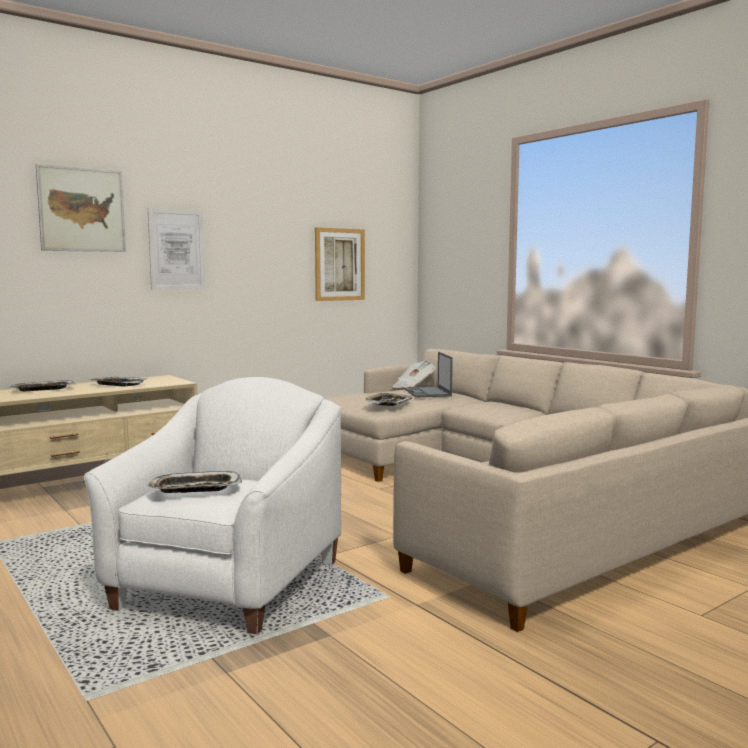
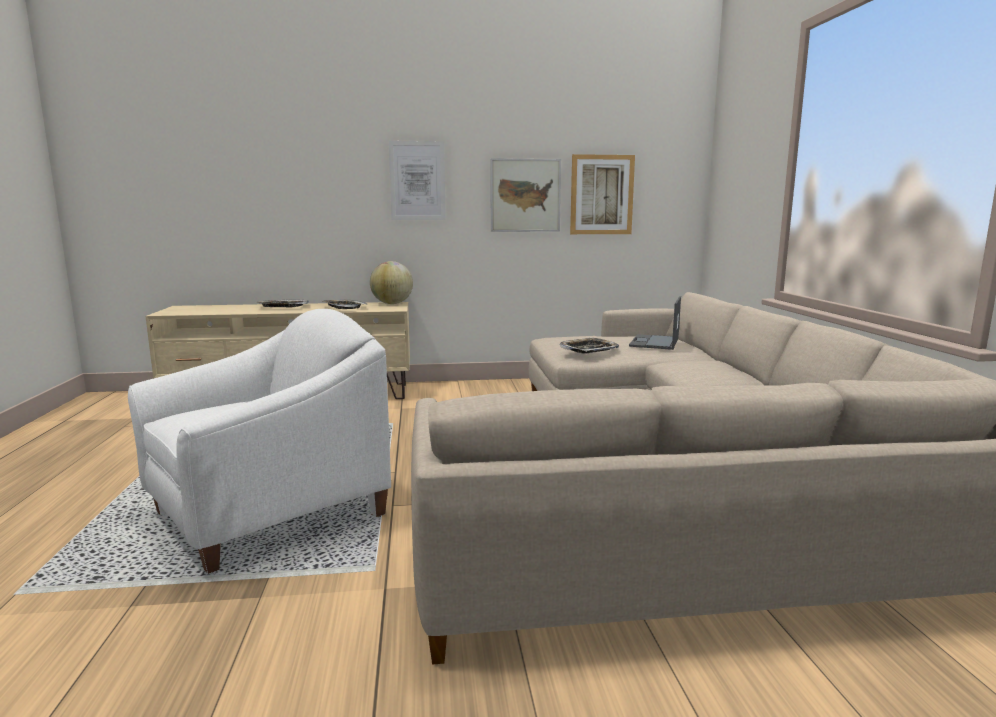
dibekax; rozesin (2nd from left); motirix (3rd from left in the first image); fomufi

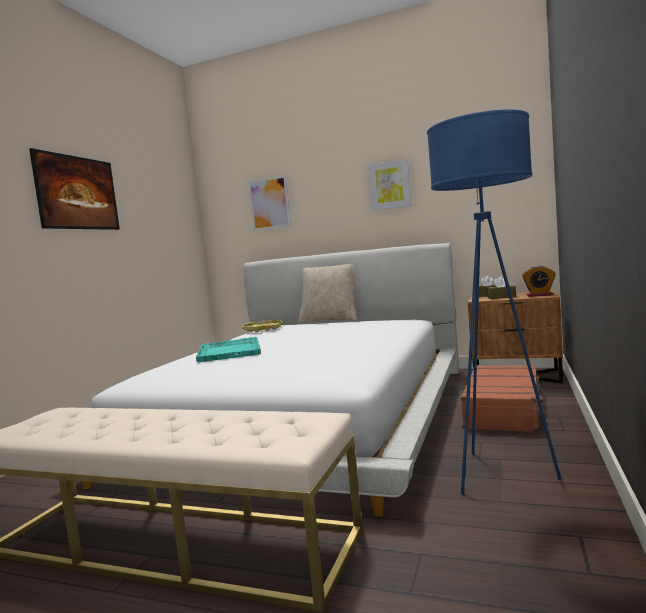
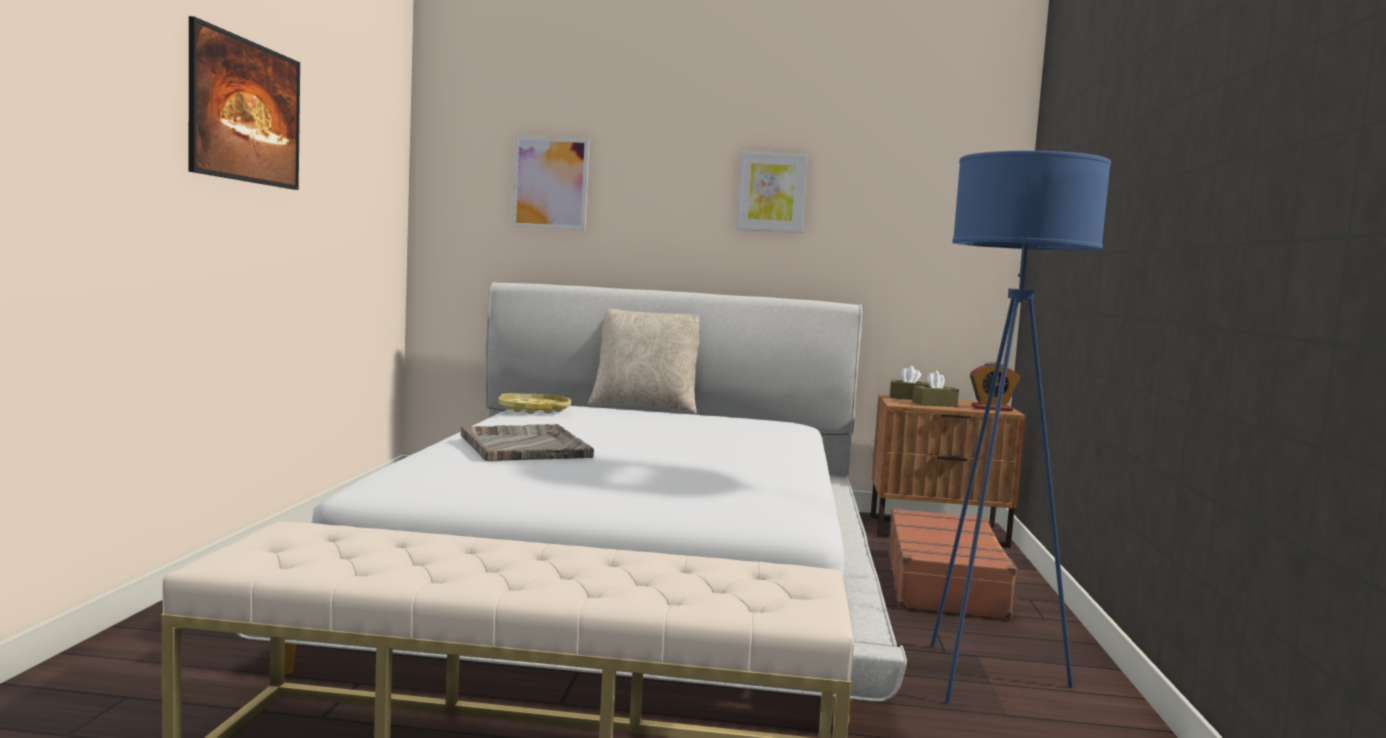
grey motirix

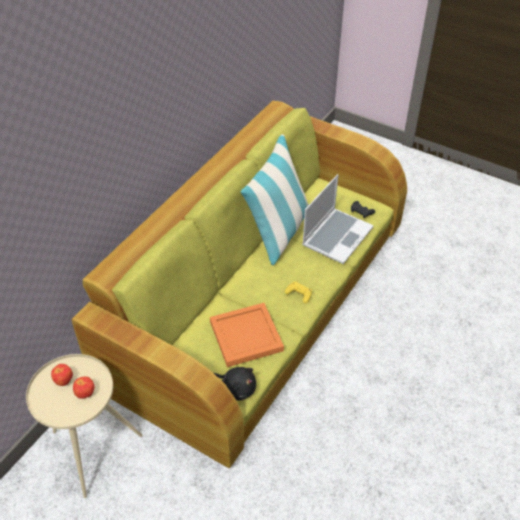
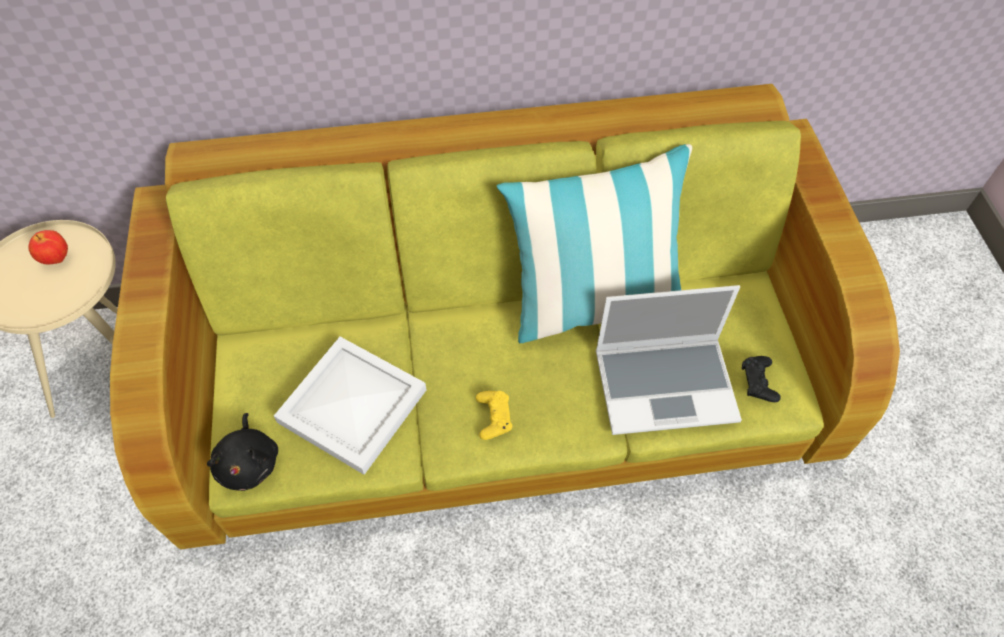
white motirix; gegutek (2nd from left in the first image)

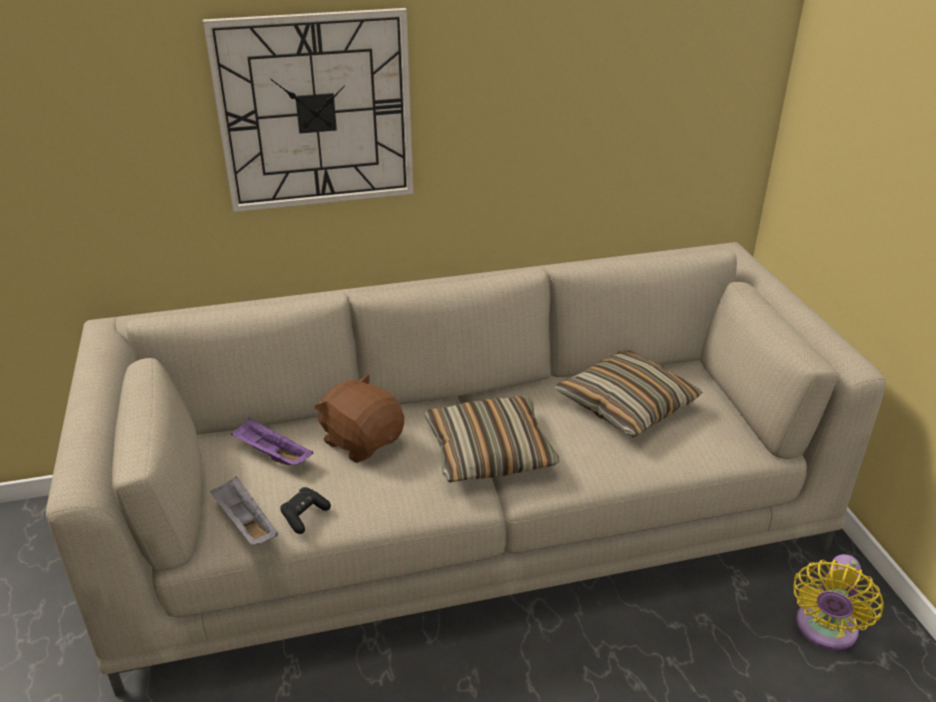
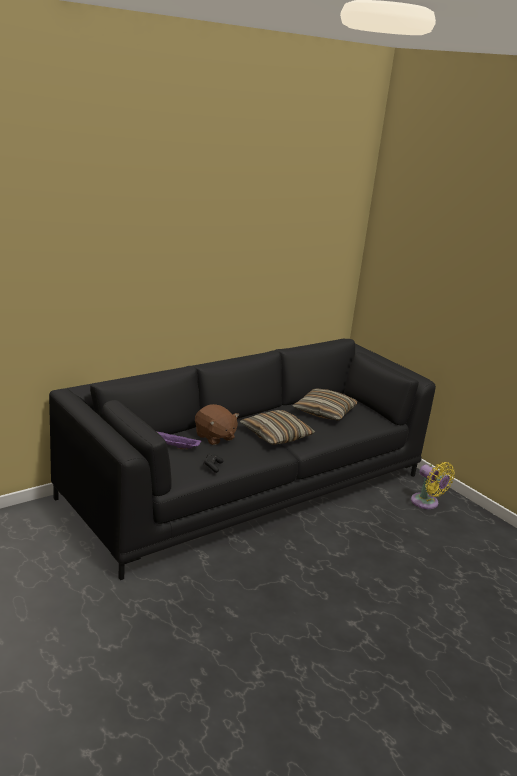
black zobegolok; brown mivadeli; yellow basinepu; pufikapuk; grey motirix

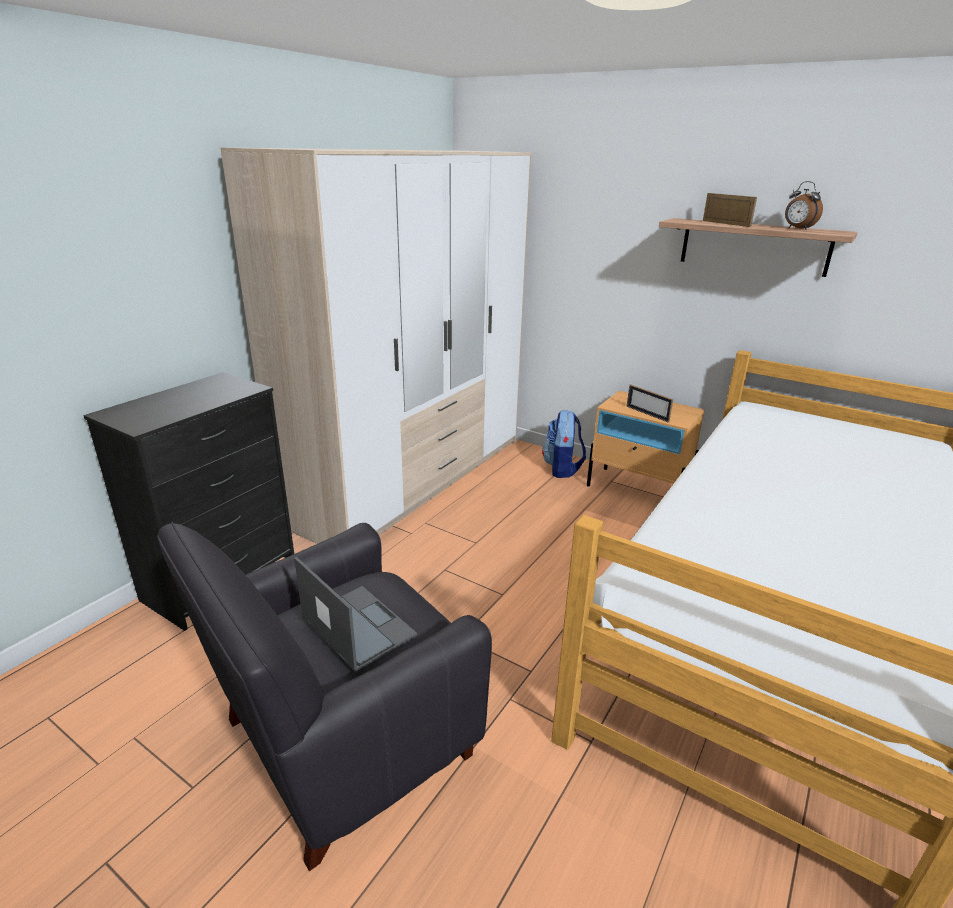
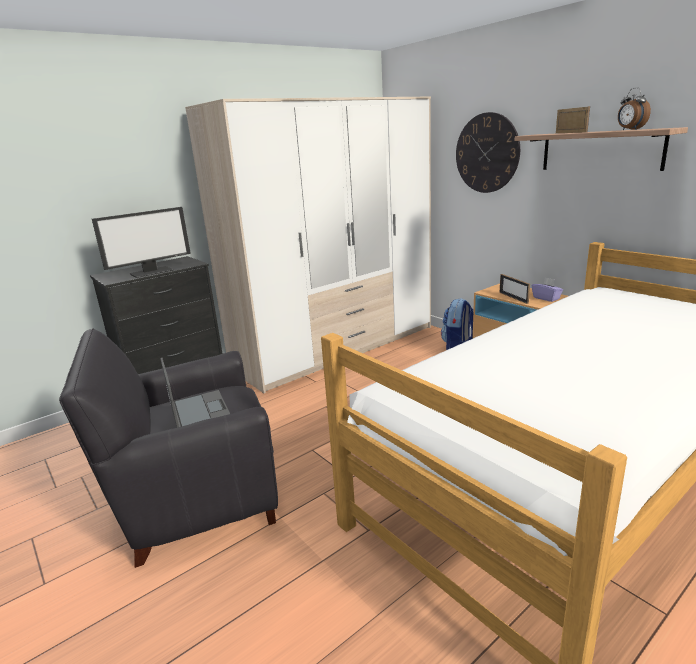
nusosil; pufikapuk; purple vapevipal

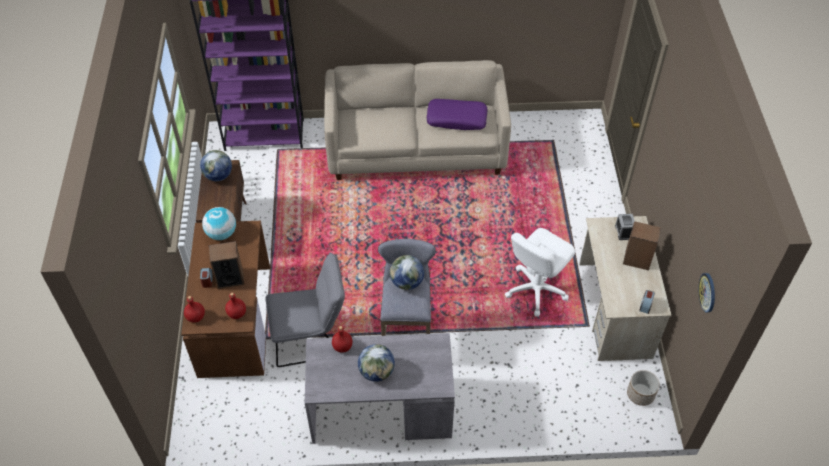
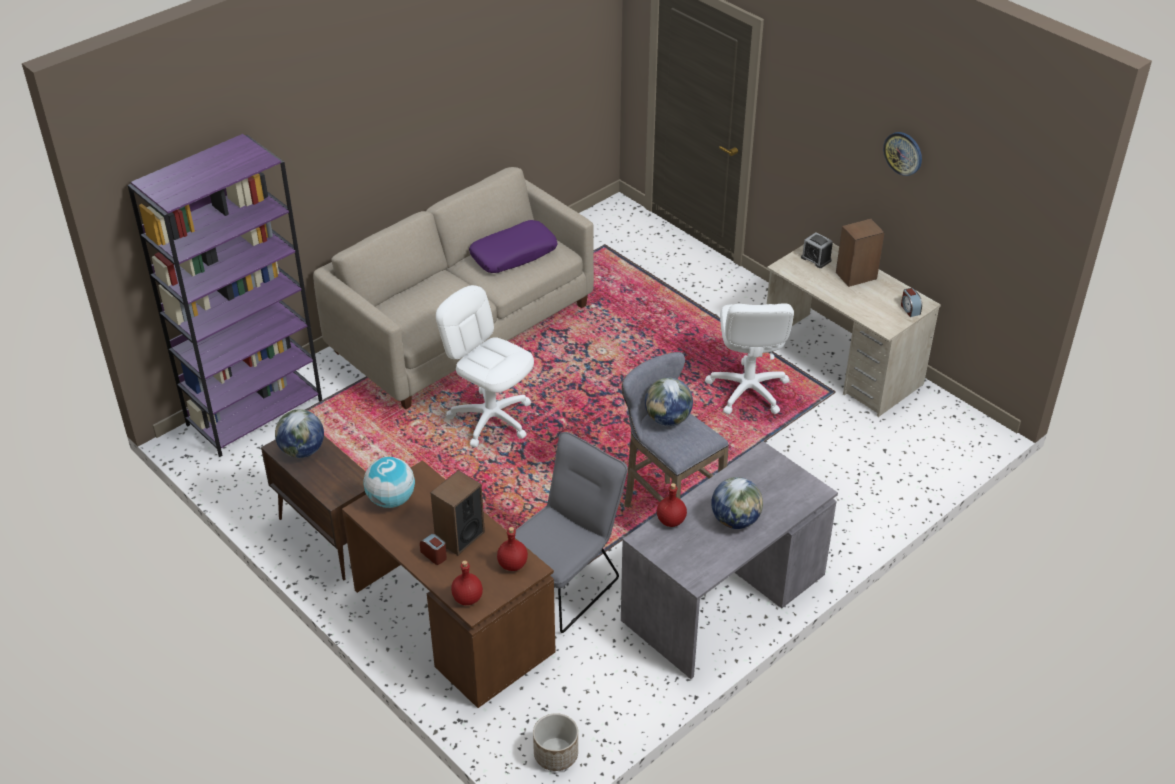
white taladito (1st from left); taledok; pufikapuk

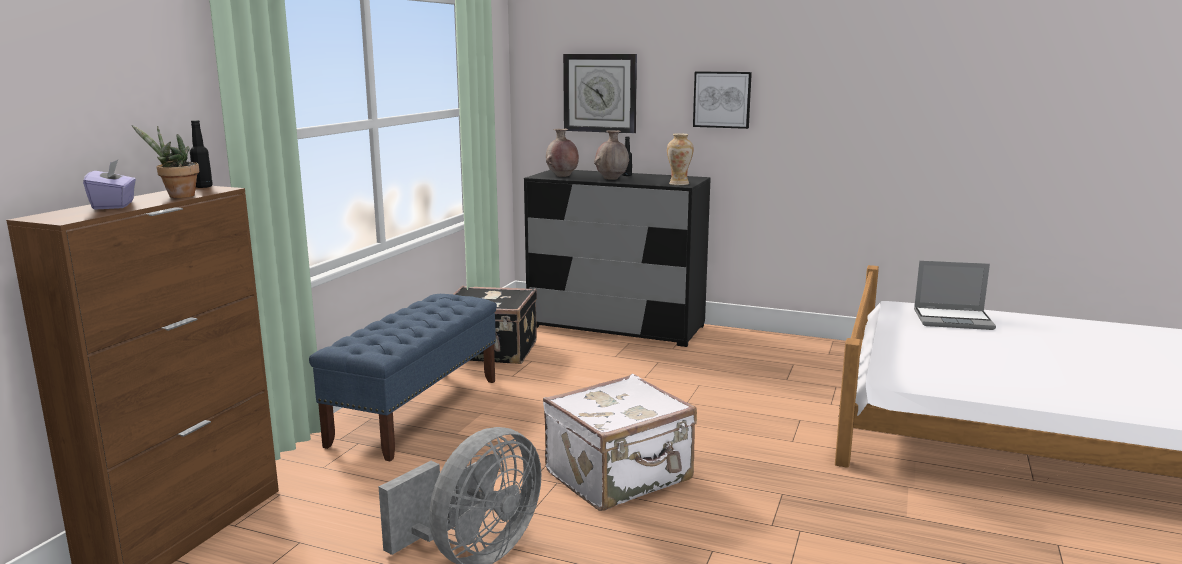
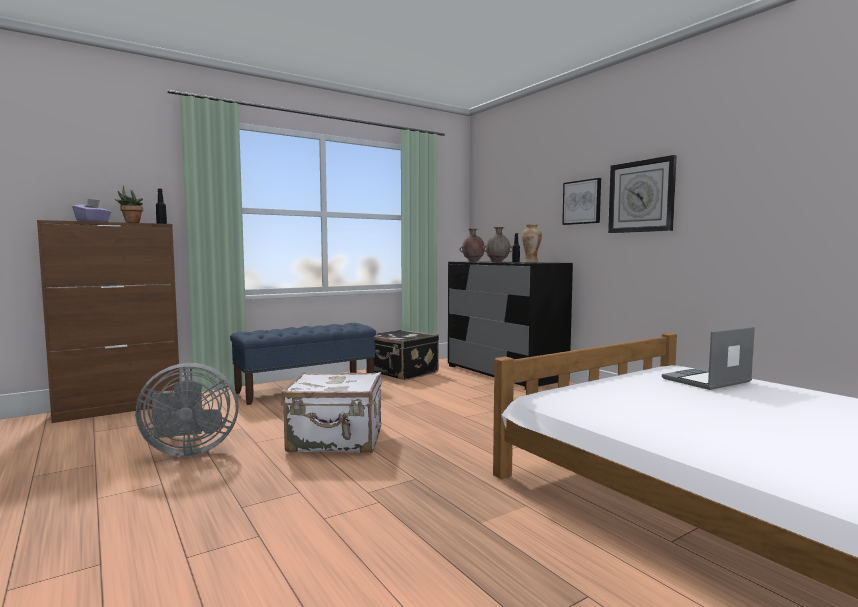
pufikapuk; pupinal

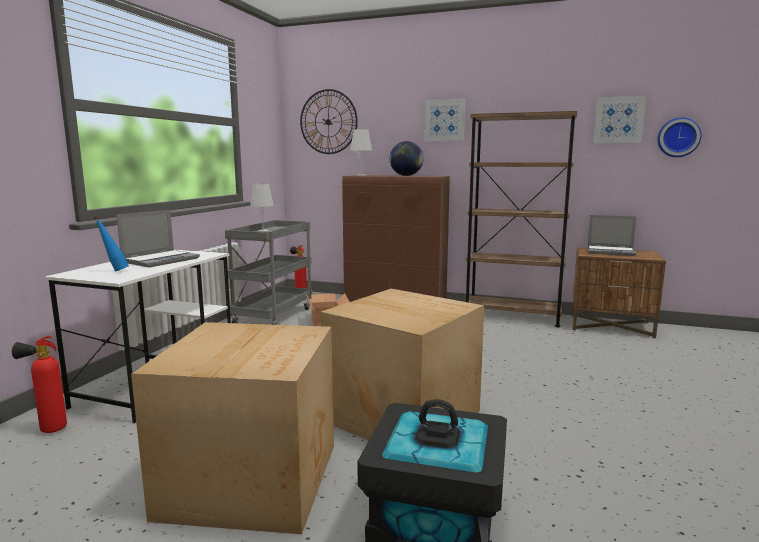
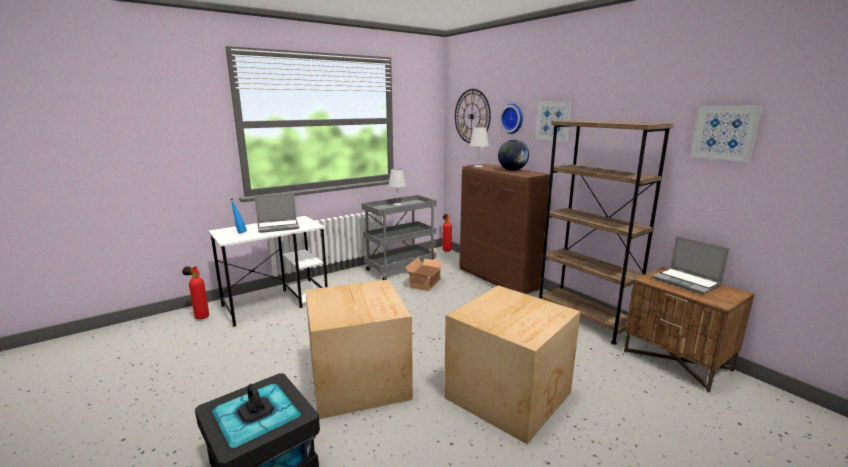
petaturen (3rd from left); pufikapuk (2nd from left)

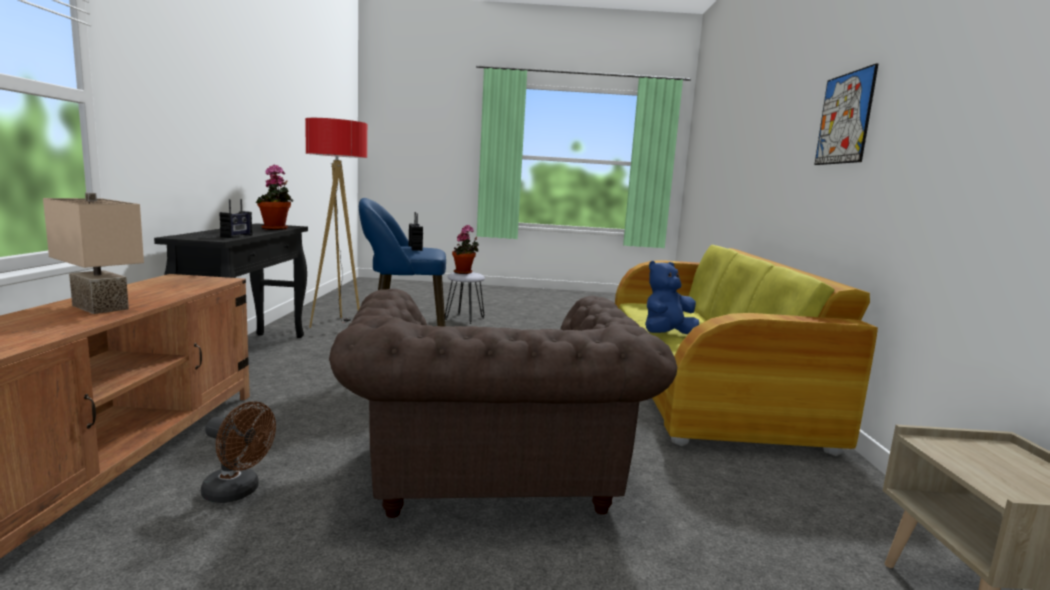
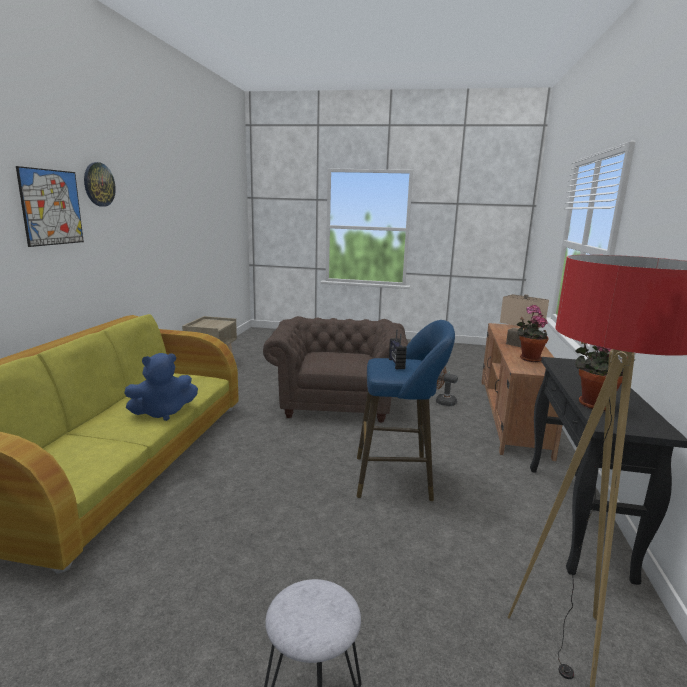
pufikapuk; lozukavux (1st from left); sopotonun (1st from left in the first image)

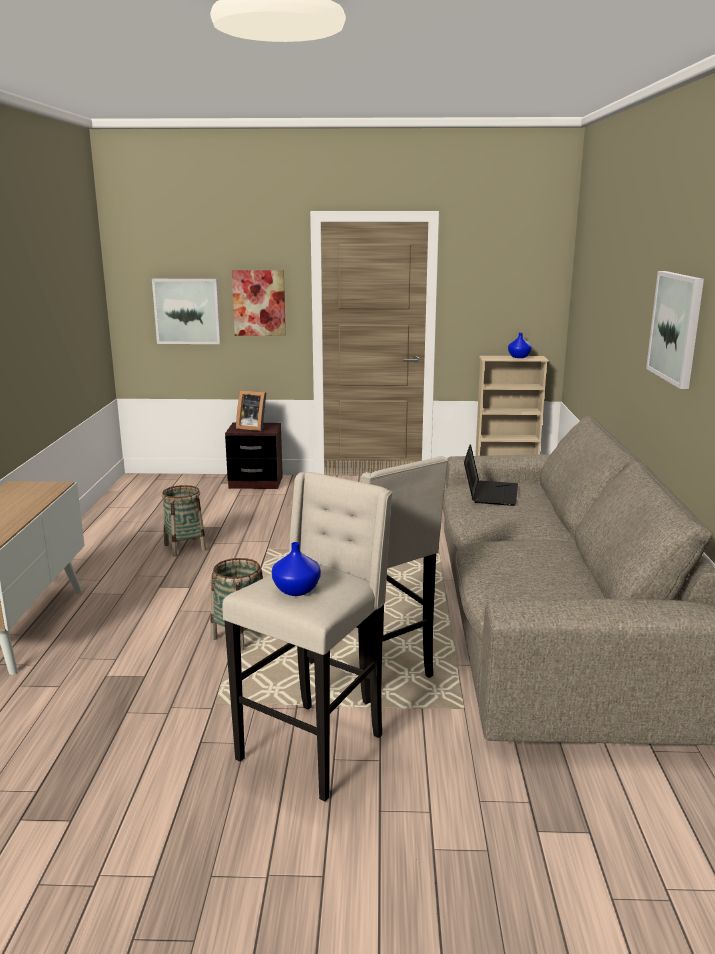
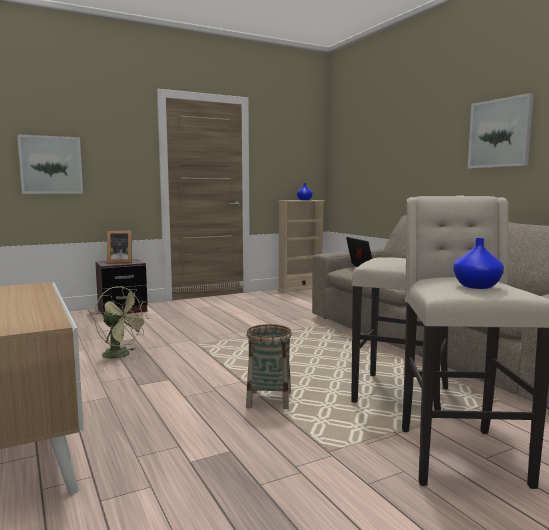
green basinepu; rozesin (2nd from left in the first image)

